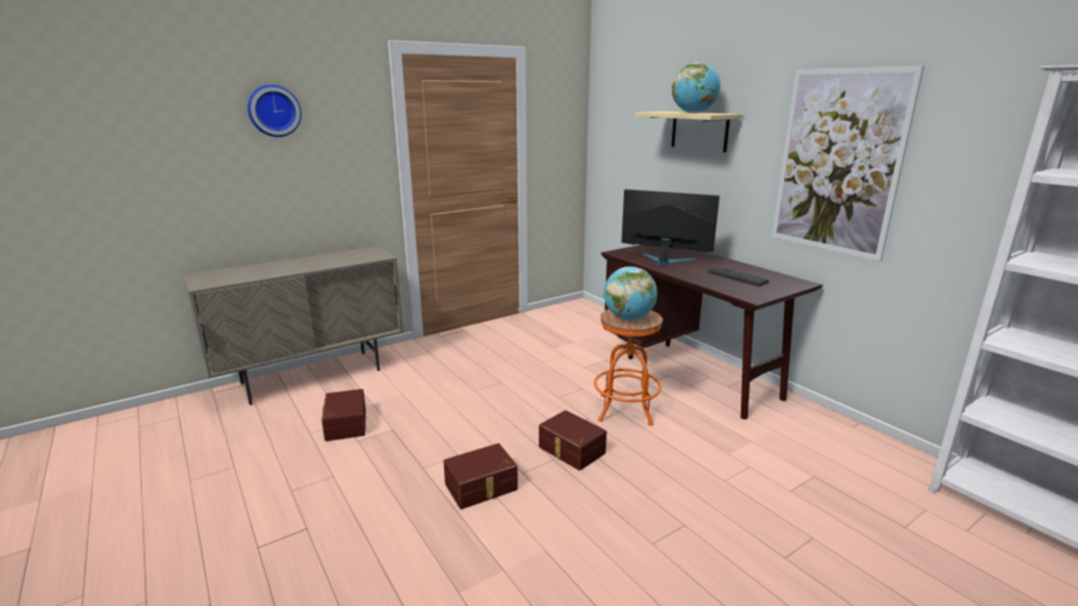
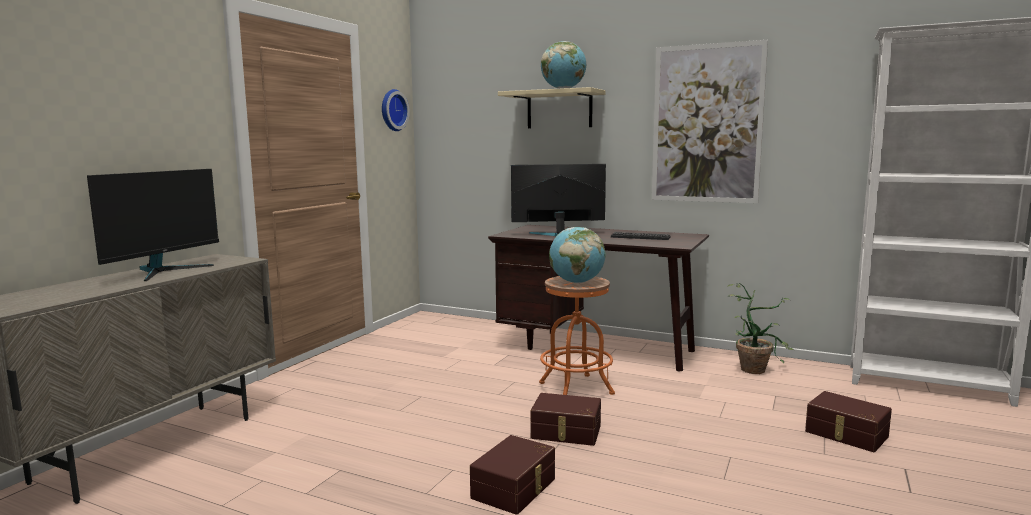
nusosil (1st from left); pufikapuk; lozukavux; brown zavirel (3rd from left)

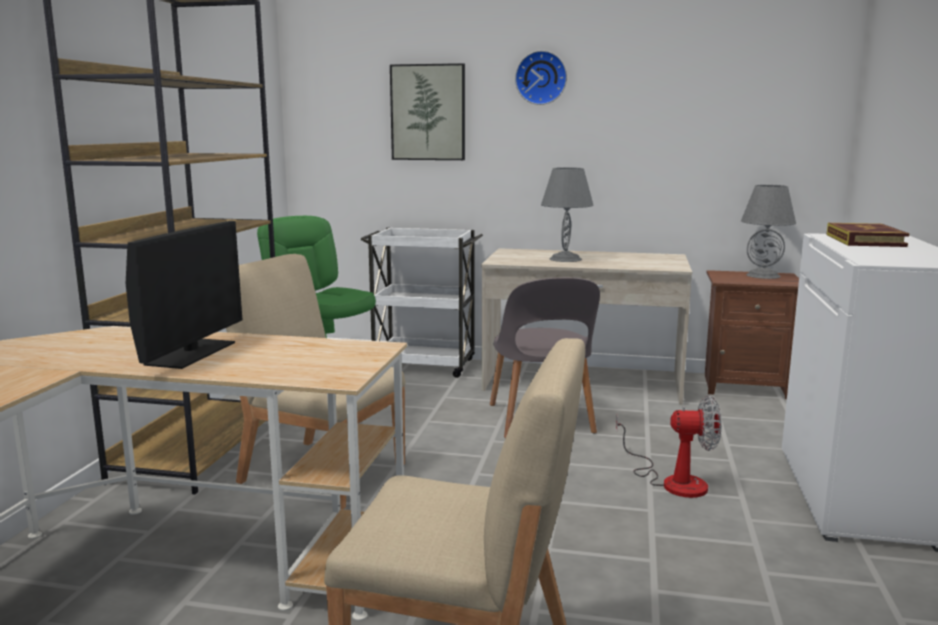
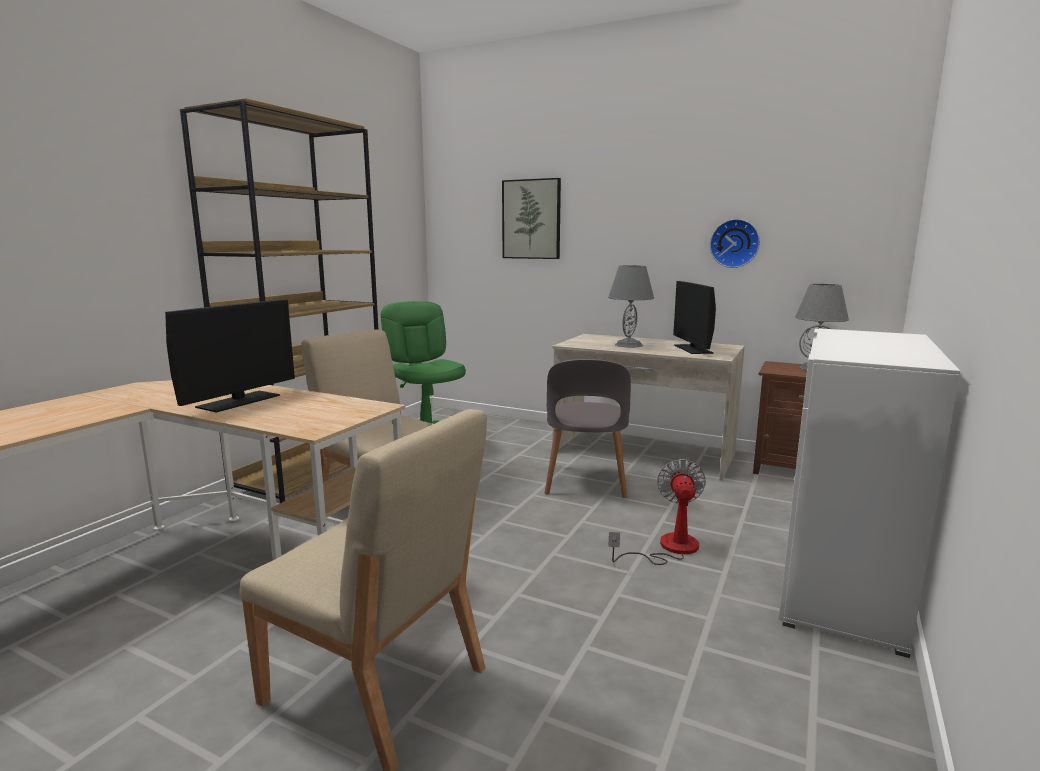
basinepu; nusosil (2nd from left); pufikapuk; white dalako; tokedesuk

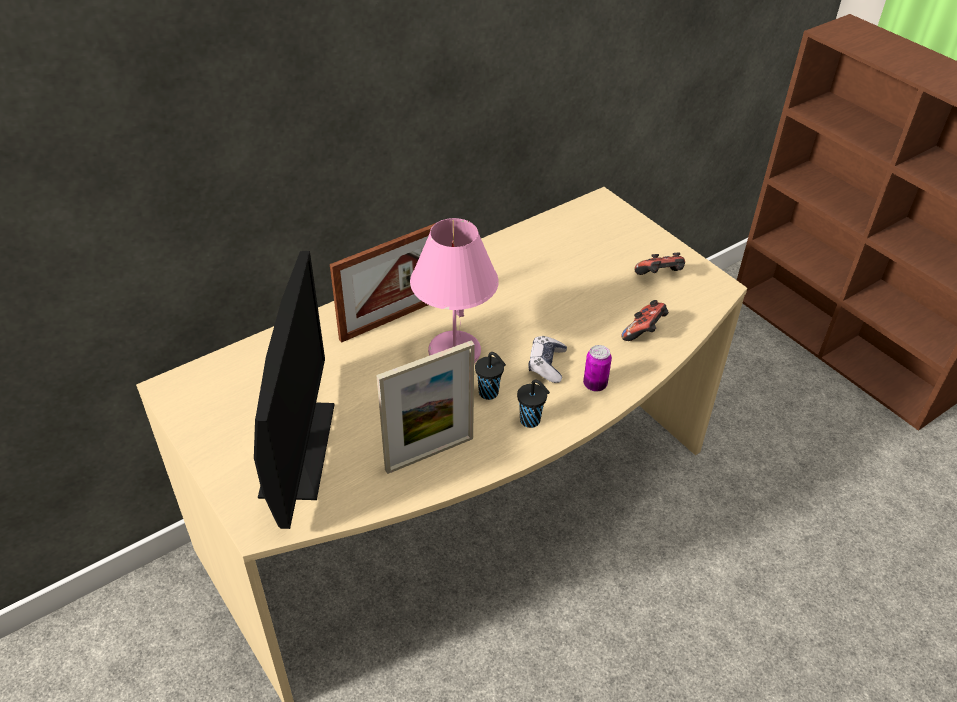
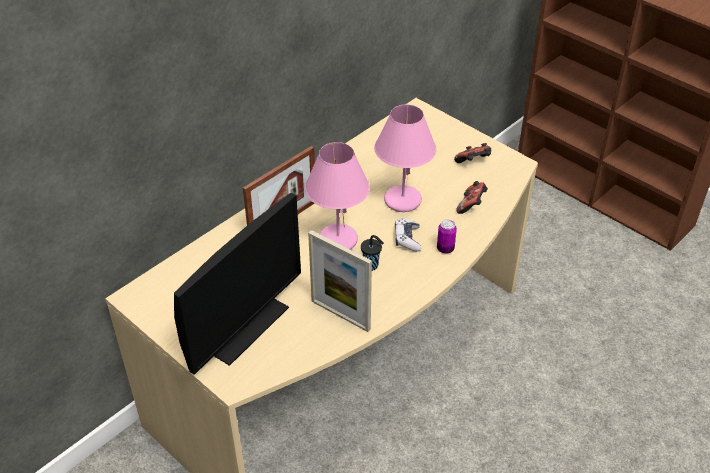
nusosil; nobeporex (2nd from left); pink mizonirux (2nd from left); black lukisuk (2nd from left in the first image)

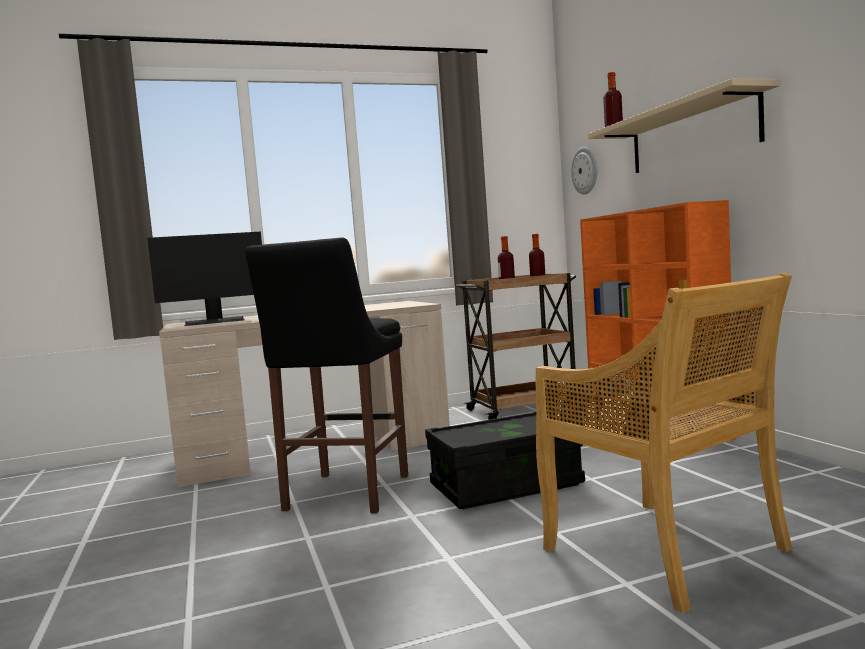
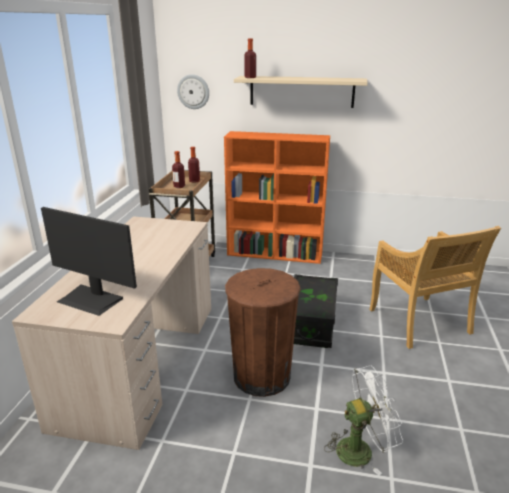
nusosil; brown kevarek; white basinepu; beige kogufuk

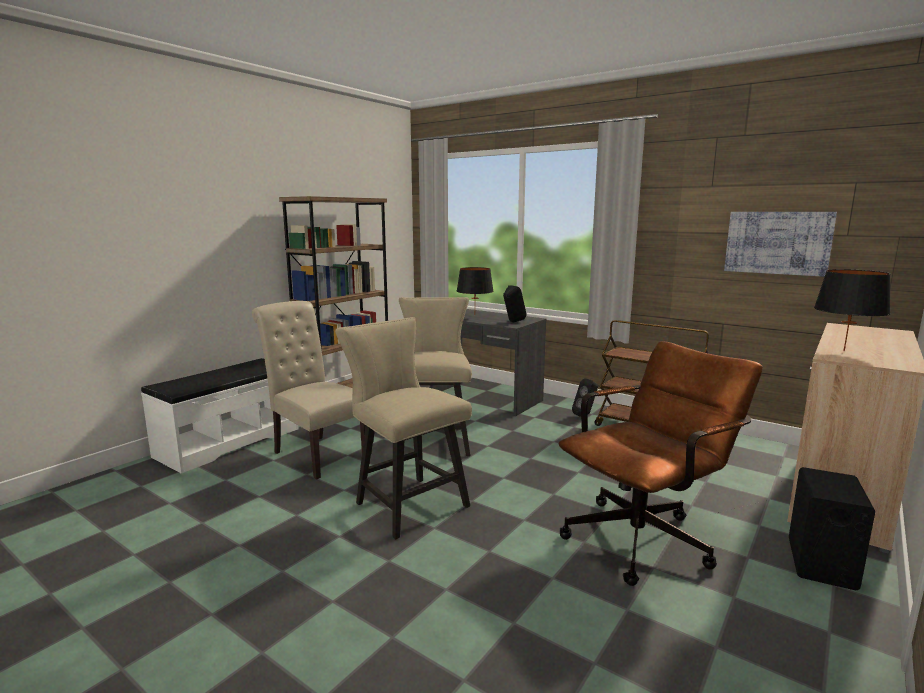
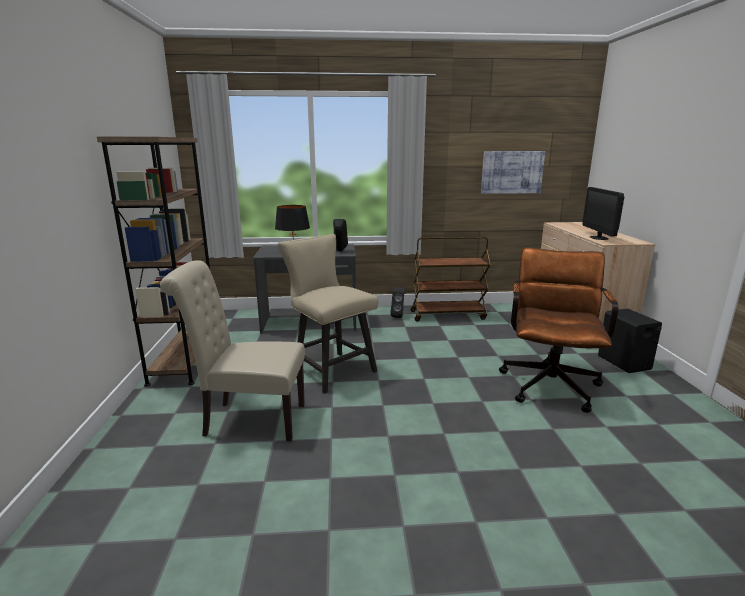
nusosil; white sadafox; beige kogufuk (2nd from left in the first image)

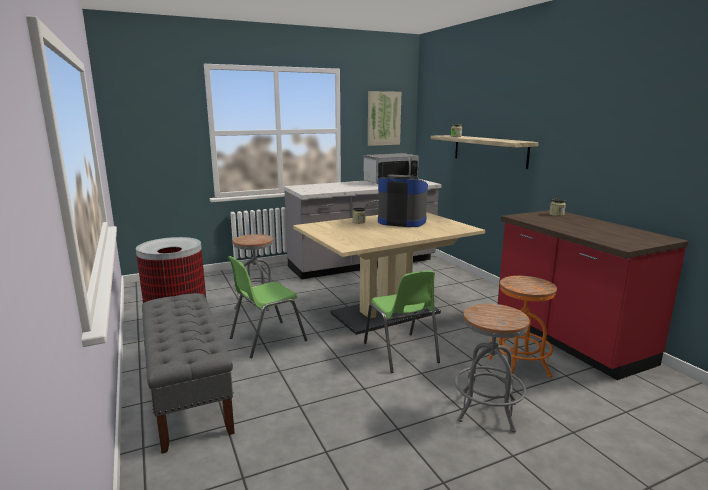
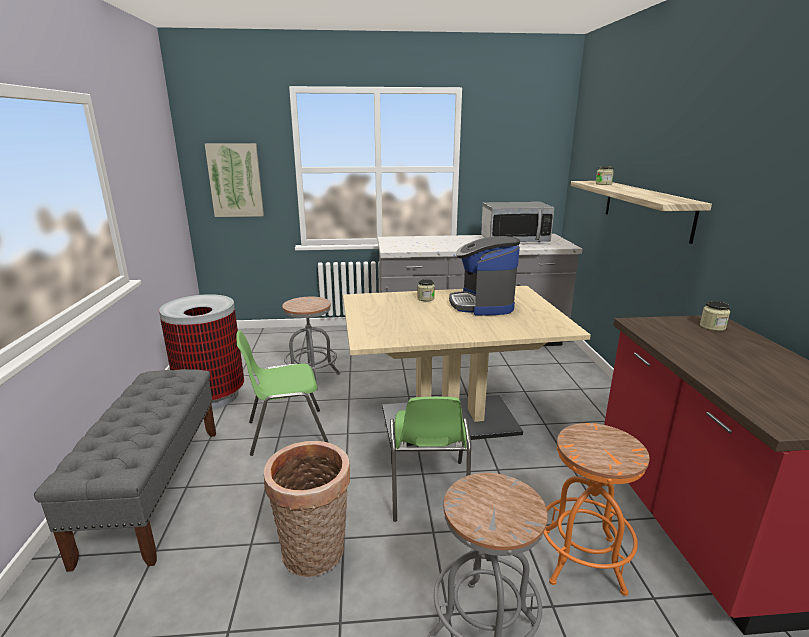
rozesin; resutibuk; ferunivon

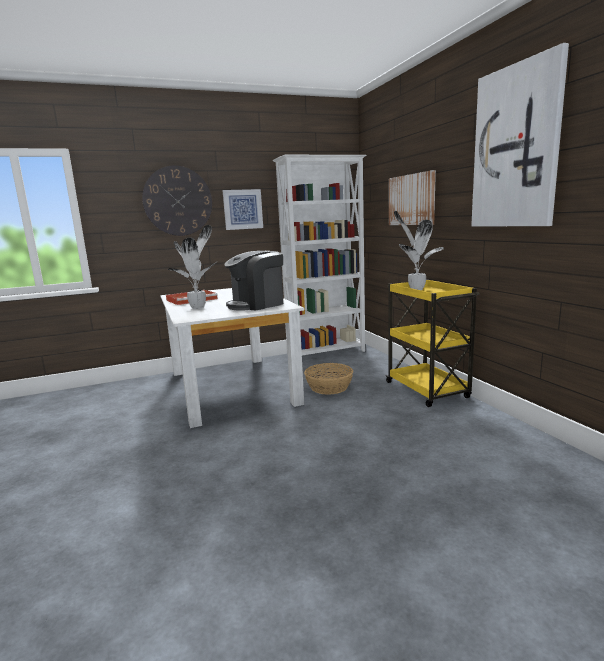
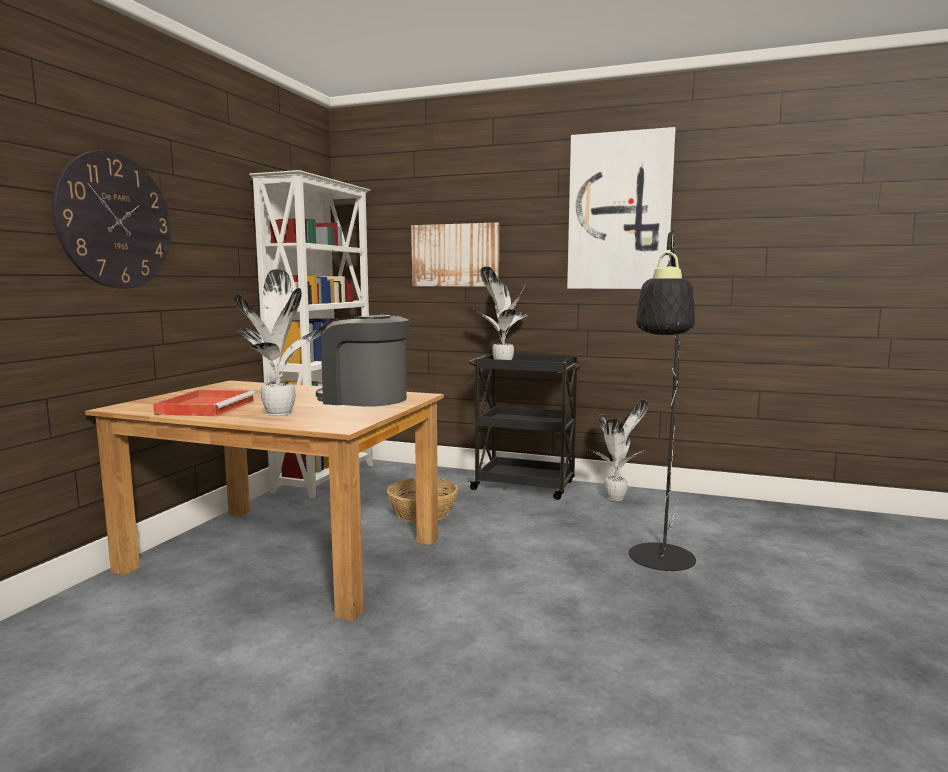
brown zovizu; ferunivon; black dalako; lozukavux (3rd from left); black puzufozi; rozesin (1st from left in the first image)

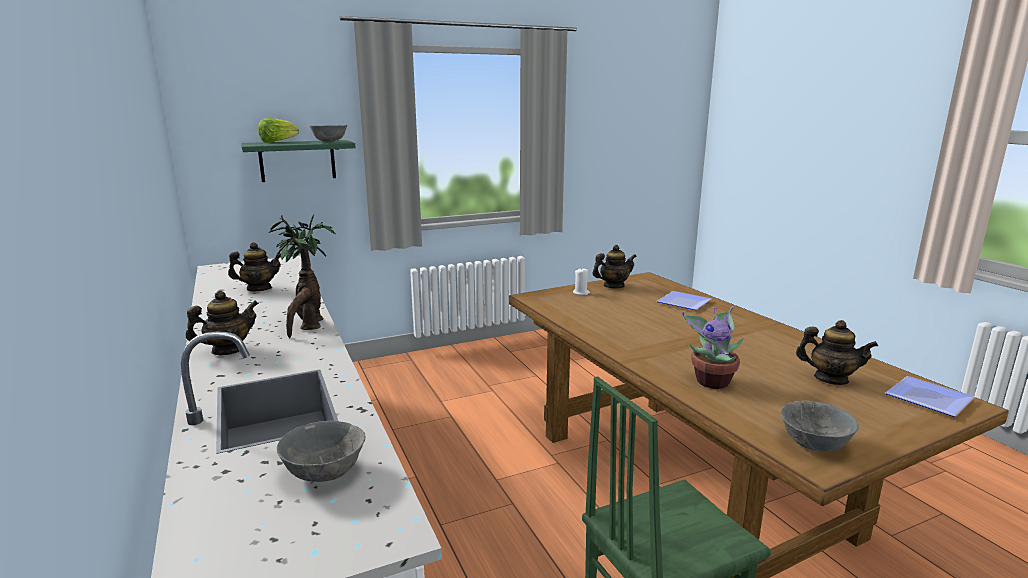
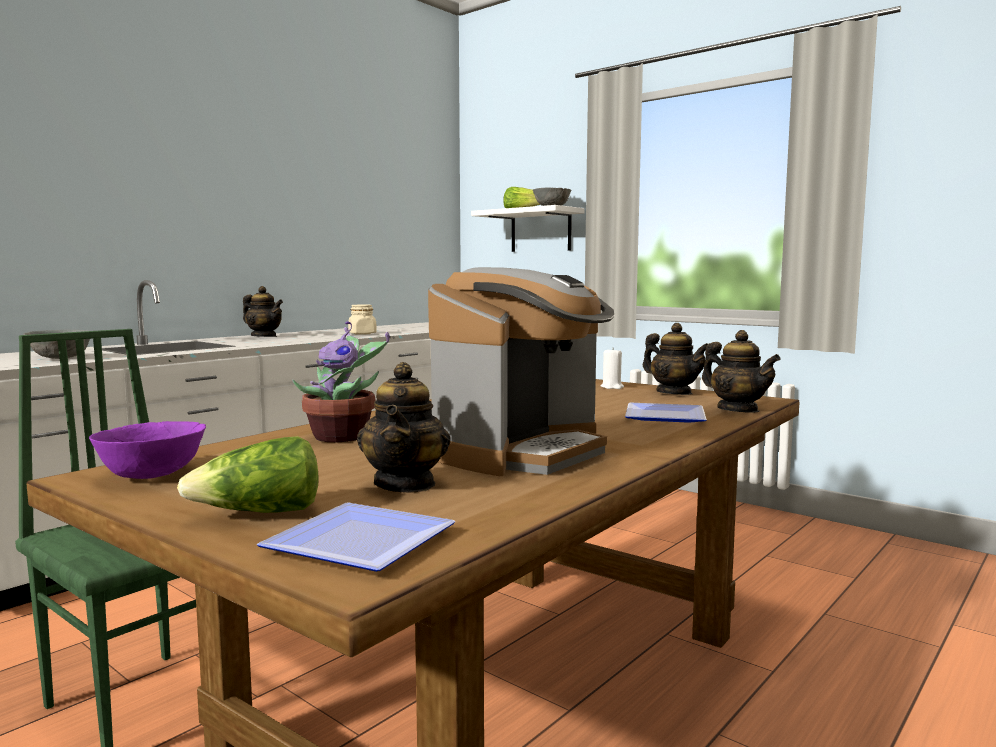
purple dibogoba; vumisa (1st from left); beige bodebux; ferunivon; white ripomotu; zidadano (4th from left); lozukavux (1st from left in the first image)

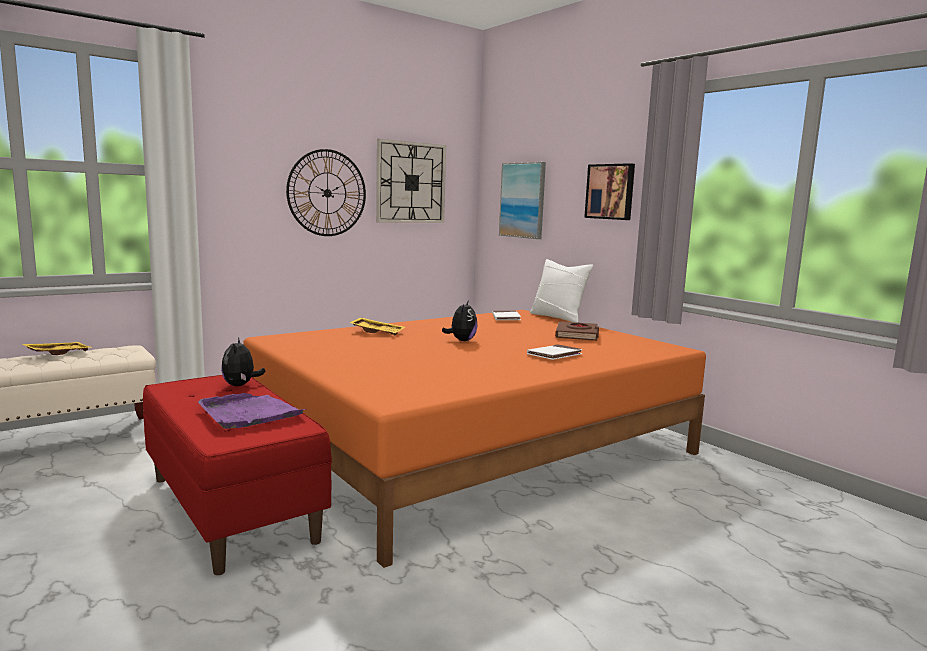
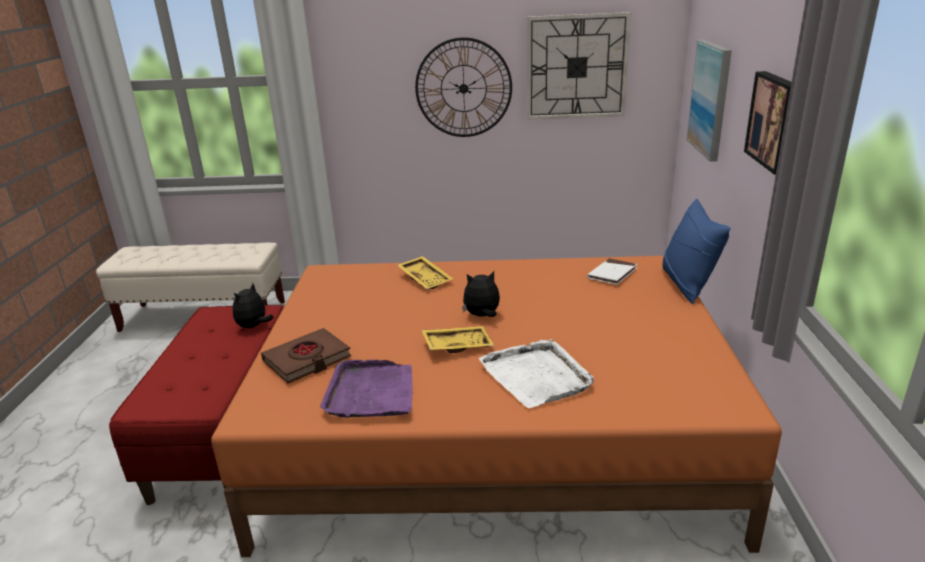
brown tokedesuk; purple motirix; yellow motirix (2nd from left); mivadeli (2nd from left); white motirix; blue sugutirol

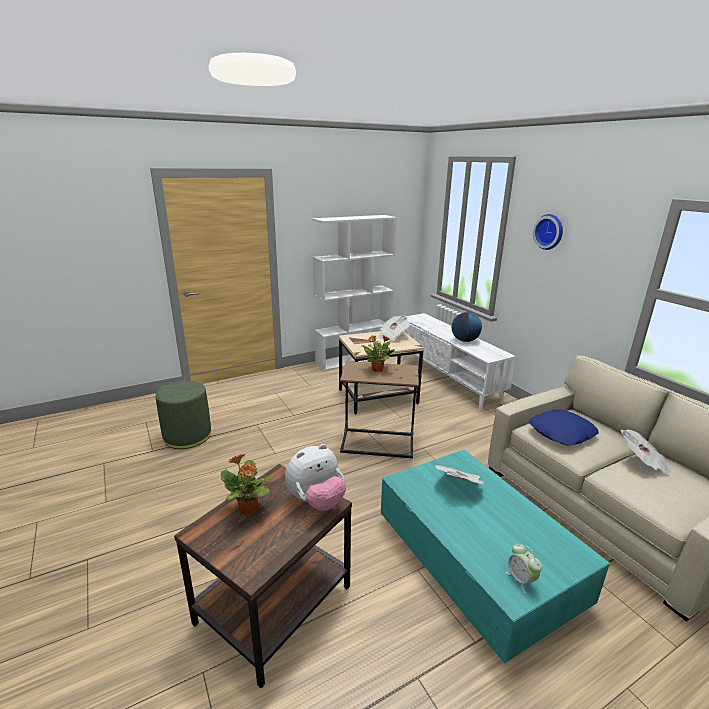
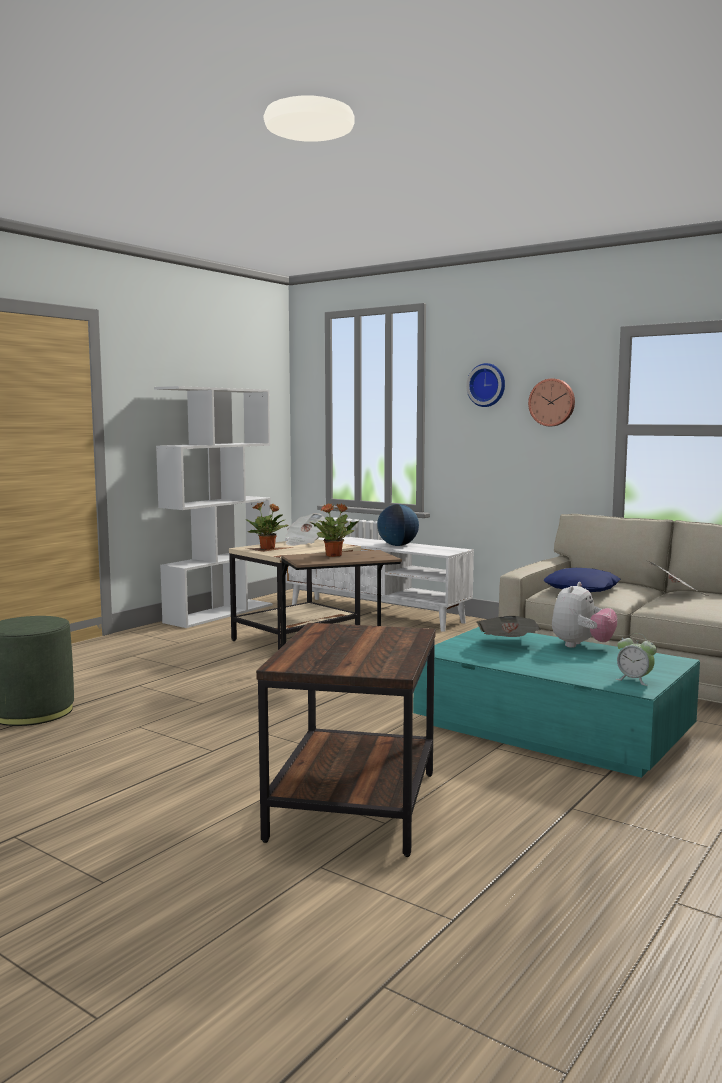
lozukavux (1st from left); pufikapuk (2nd from left); mivadeli

